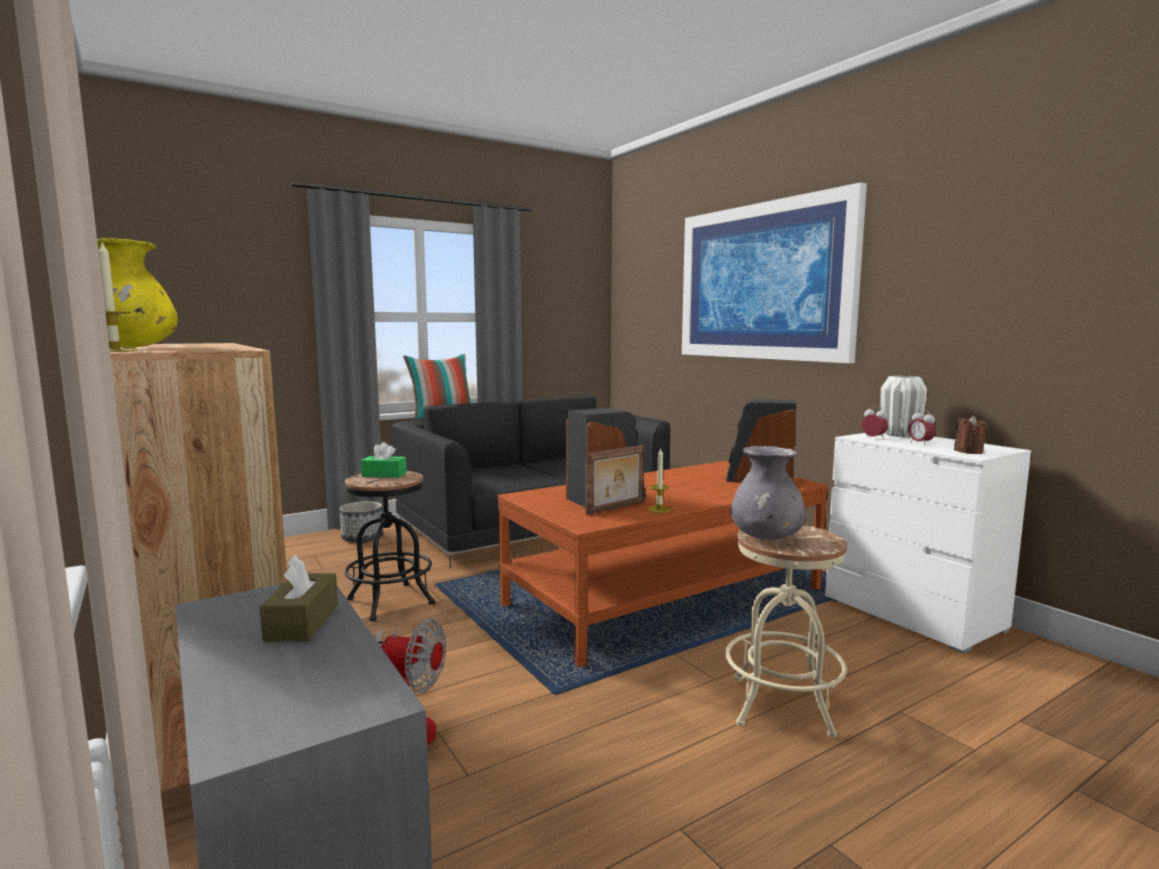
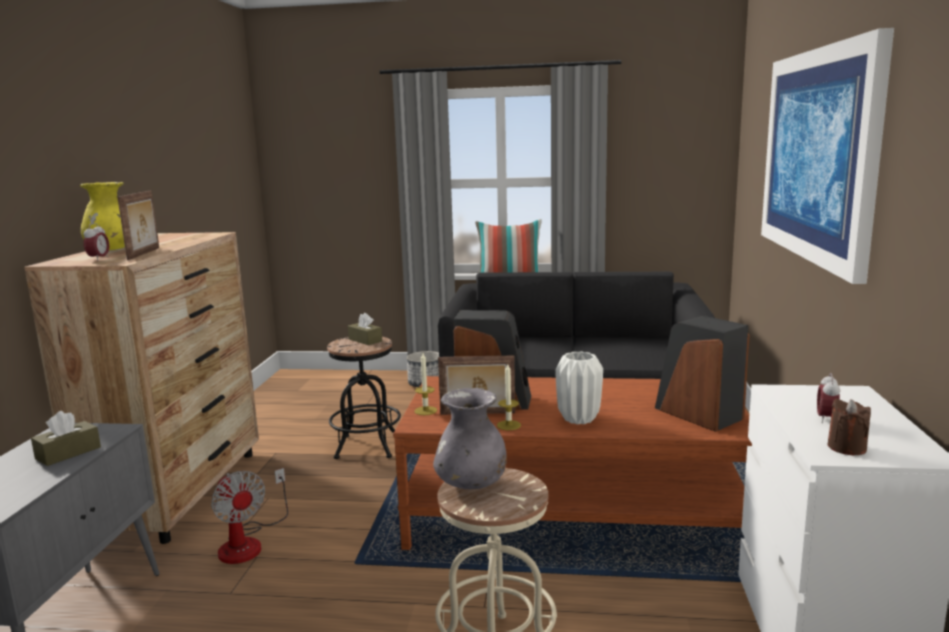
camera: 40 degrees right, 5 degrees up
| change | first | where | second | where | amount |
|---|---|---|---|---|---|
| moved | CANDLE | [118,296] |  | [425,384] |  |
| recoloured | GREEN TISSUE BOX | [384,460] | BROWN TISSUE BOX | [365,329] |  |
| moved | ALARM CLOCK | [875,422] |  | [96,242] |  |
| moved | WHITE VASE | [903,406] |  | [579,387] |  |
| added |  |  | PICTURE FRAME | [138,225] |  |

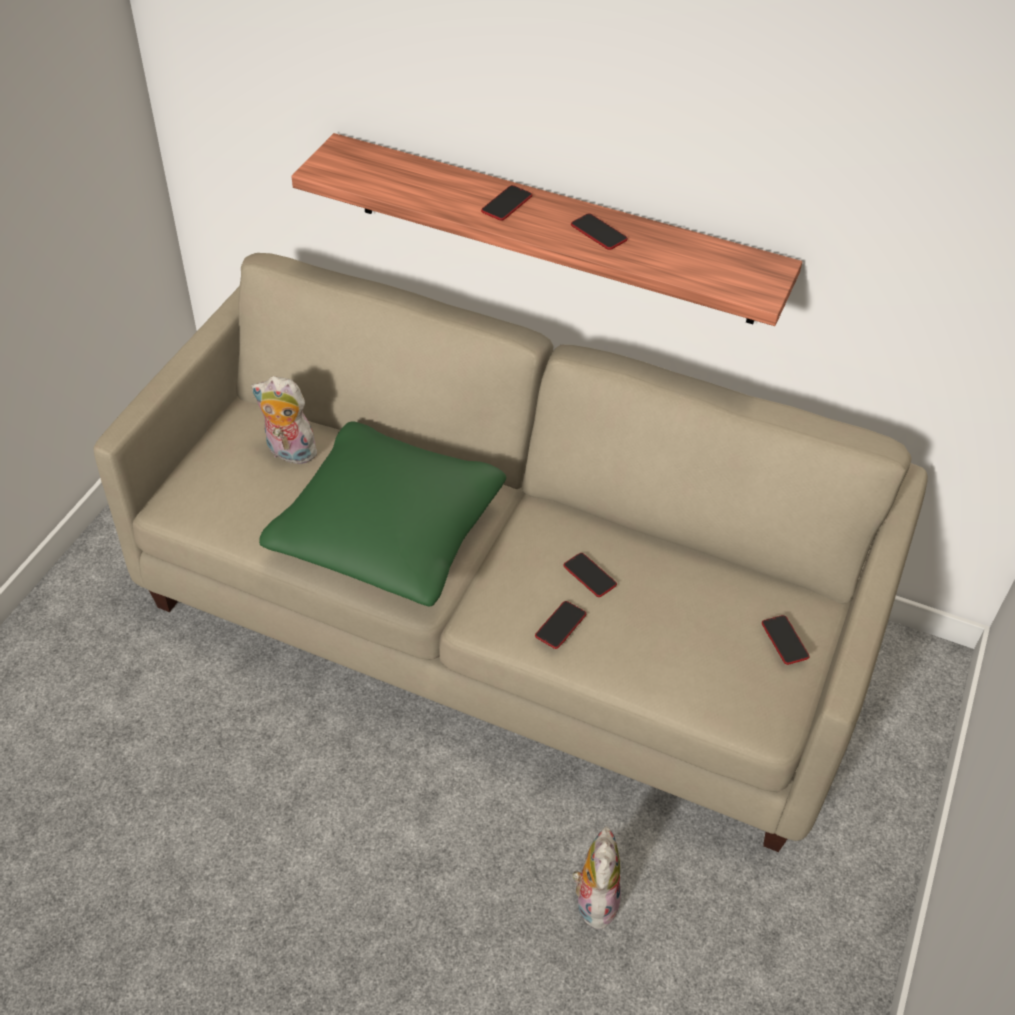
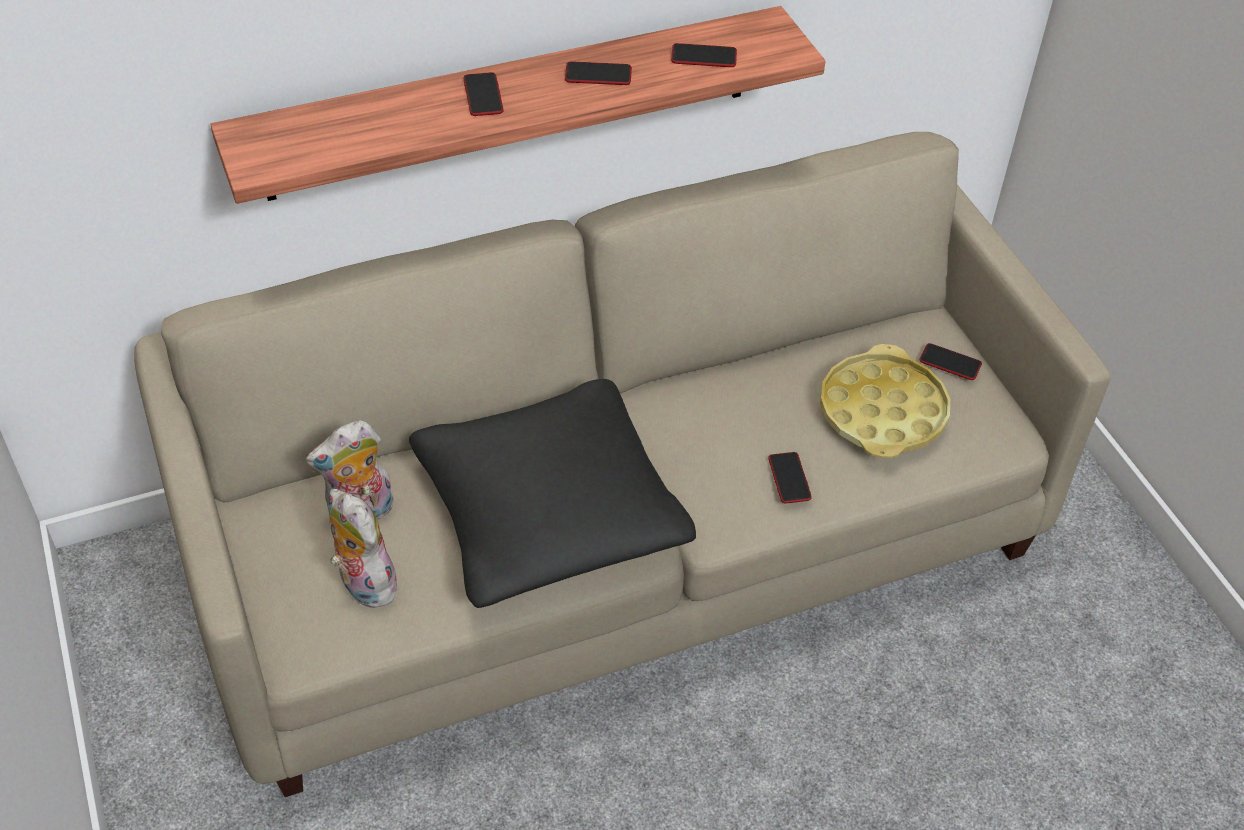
camera: 45 degrees left, 0 degrees up
| change | first | where | second | where | amount |
|---|---|---|---|---|---|
| recoloured | GREEN PILLOW | [382,513] | BLACK PILLOW | [552,493] |  |
| moved | PHONE | [590,575] |  | [704,55] |  |
| moved | PLUSH TOY | [596,877] |  | [365,548] |  |
| added |  |  | YELLOW TRAY | [885,401] |  |

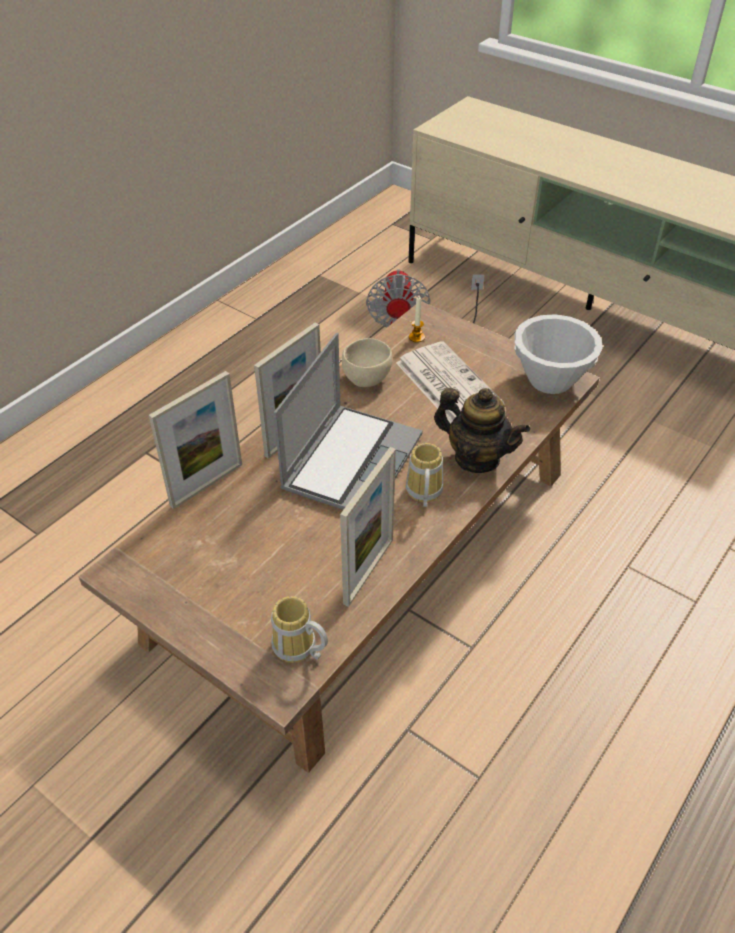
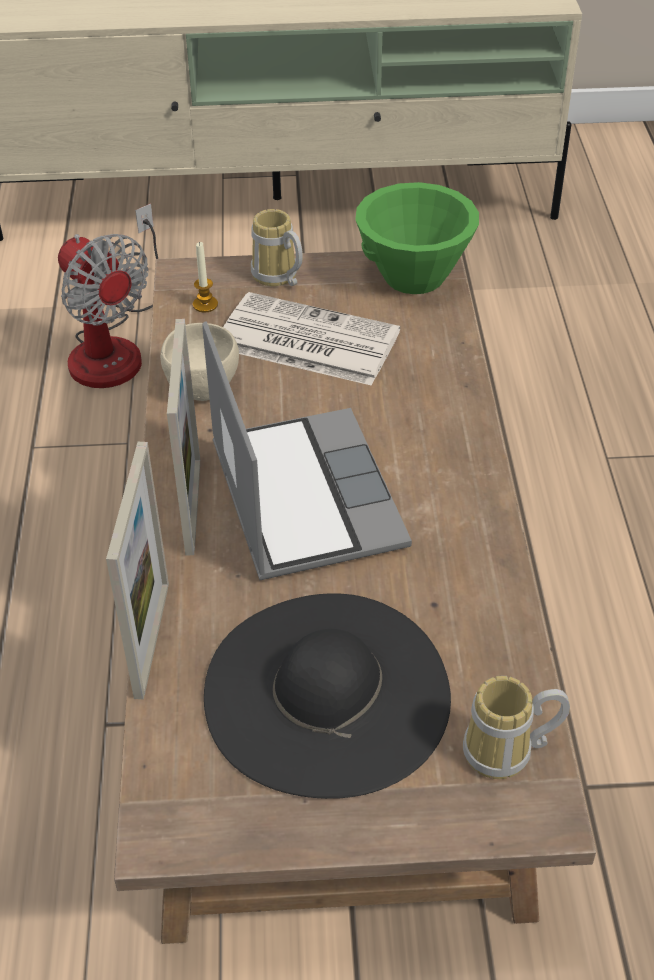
camera: 40 degrees left, 0 degrees up
| change | first | where | second | where | amount |
|---|---|---|---|---|---|
| removed | PICTURE FRAME | [368,527] |  |  |  |
| moved | MUG | [424,475] |  | [277,247] |  |
| removed | TEAPOT | [482,430] |  |  |  |
| recoloured | WHITE BOWL | [558,354] | GREEN BOWL | [417,238] |  |
| added |  |  | BLACK HAT | [327,696] |  |

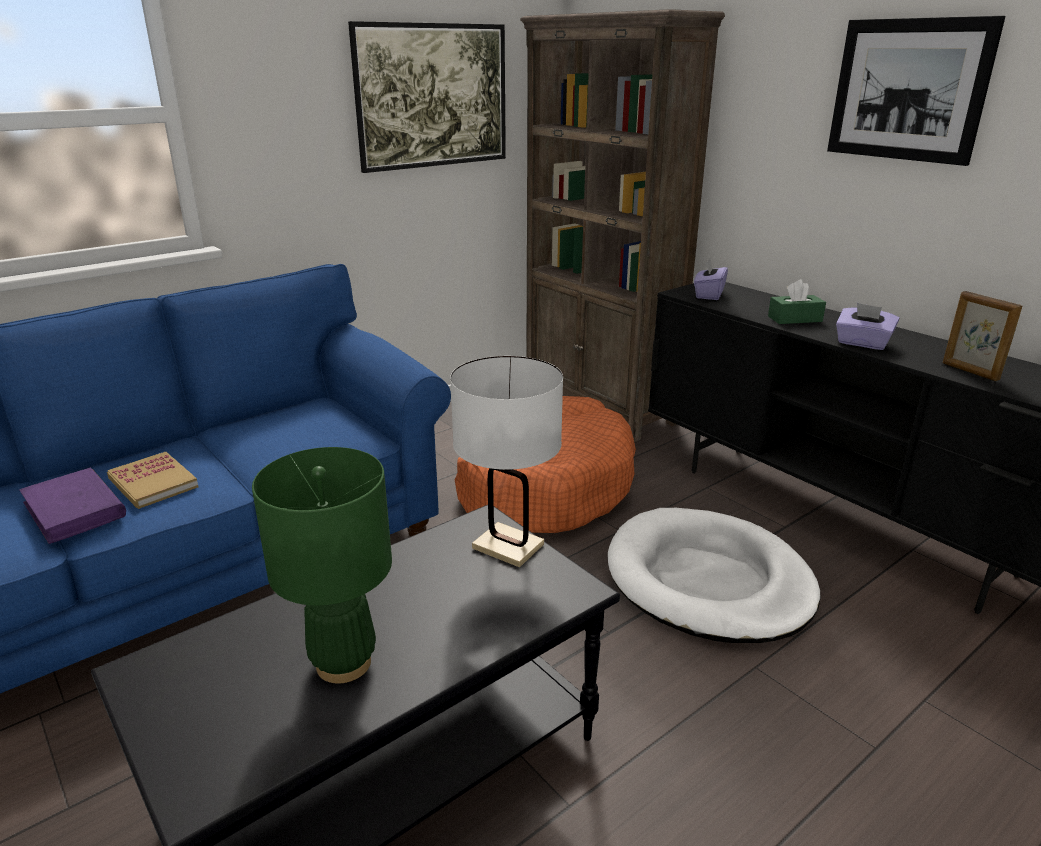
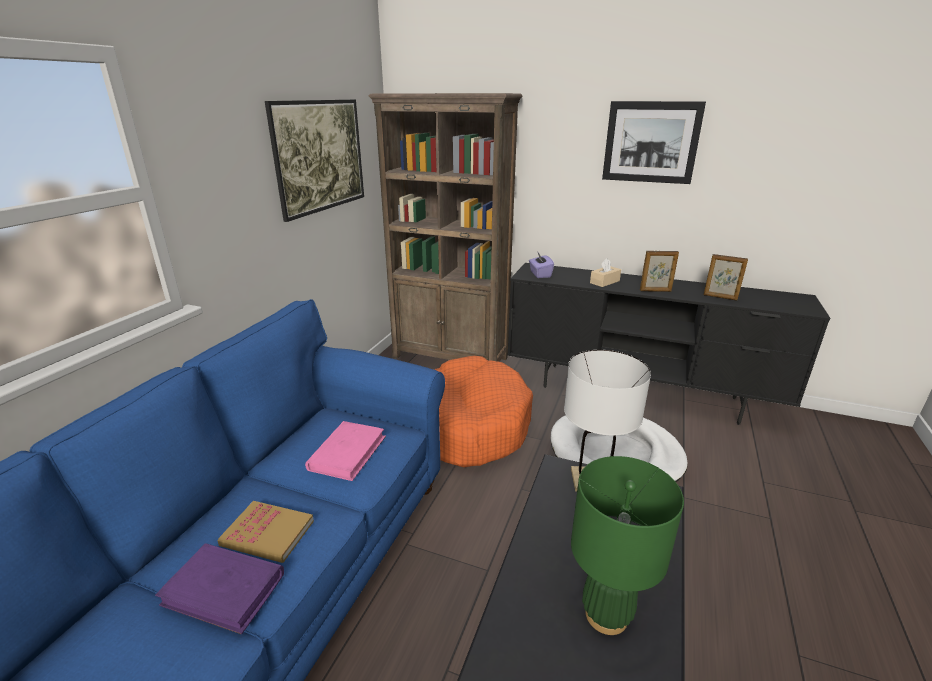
camera: 30 degrees left, 0 degrees up
| change | first | where | second | where | amount |
|---|---|---|---|---|---|
| recoloured | GREEN TISSUE BOX | [797,301] | BEIGE TISSUE BOX | [605,272] |  |
| replaced | PURPLE TISSUE BOX | [867,326] | PICTURE FRAME | [659,271] |  |
| added |  |  | PINK BOOK | [345,451] |  |

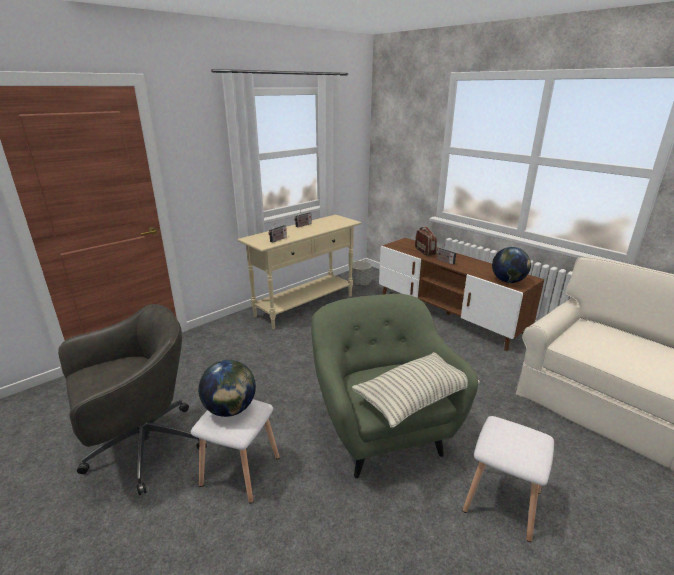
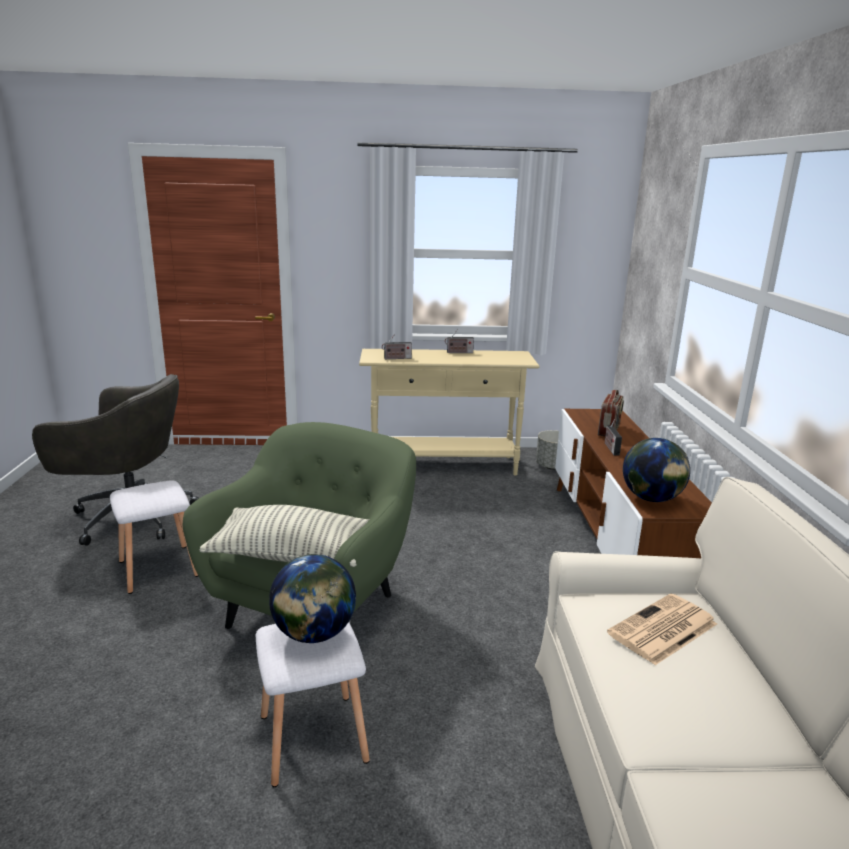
camera: 40 degrees right, 5 degrees down
| change | first | where | second | where | amount |
|---|---|---|---|---|---|
| moved | GLOBE | [227,388] |  | [312,598] |  |
| added |  |  | NEWSPAPER | [662,629] |  |

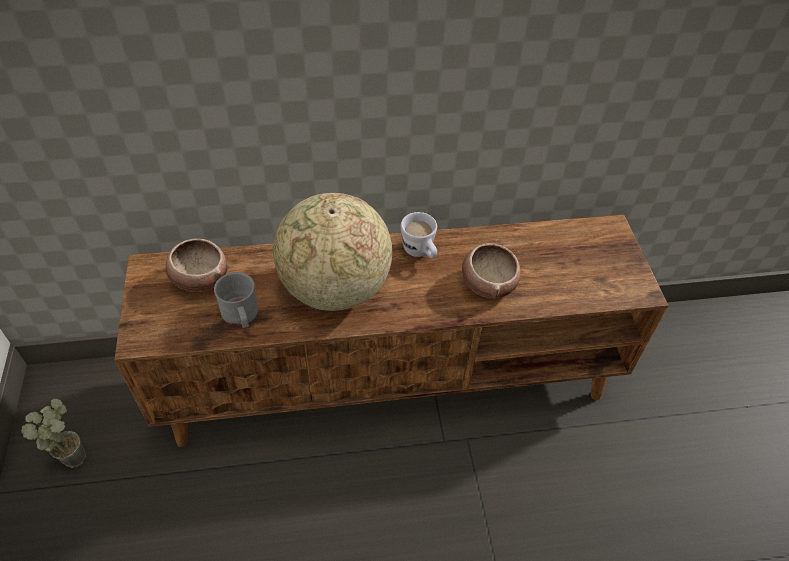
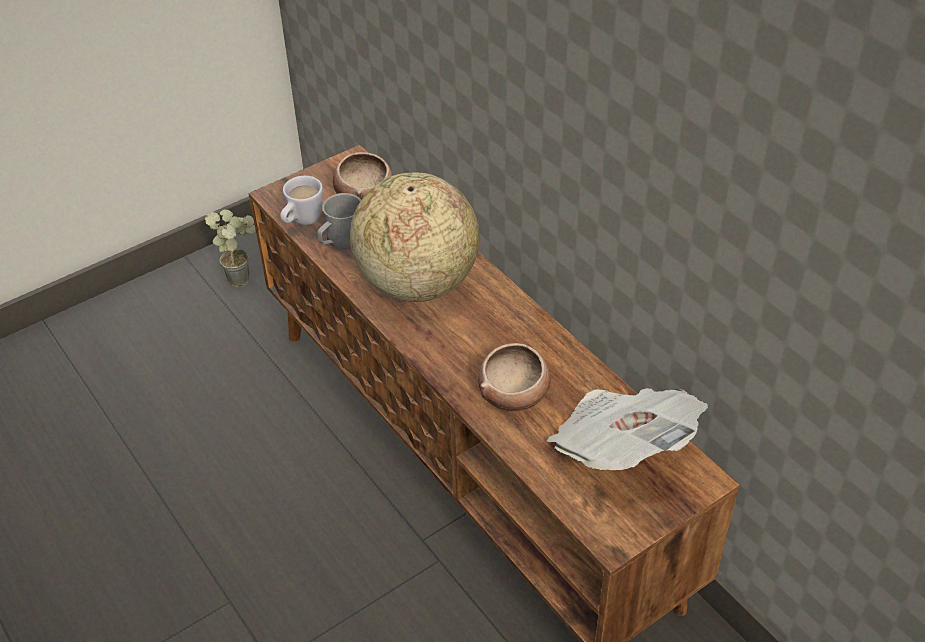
camera: 65 degrees right, 5 degrees down
| change | first | where | second | where | amount |
|---|---|---|---|---|---|
| moved | WHITE MUG | [419,235] |  | [301,200] |  |
| added |  |  | NEWSPAPER | [627,429] |  |

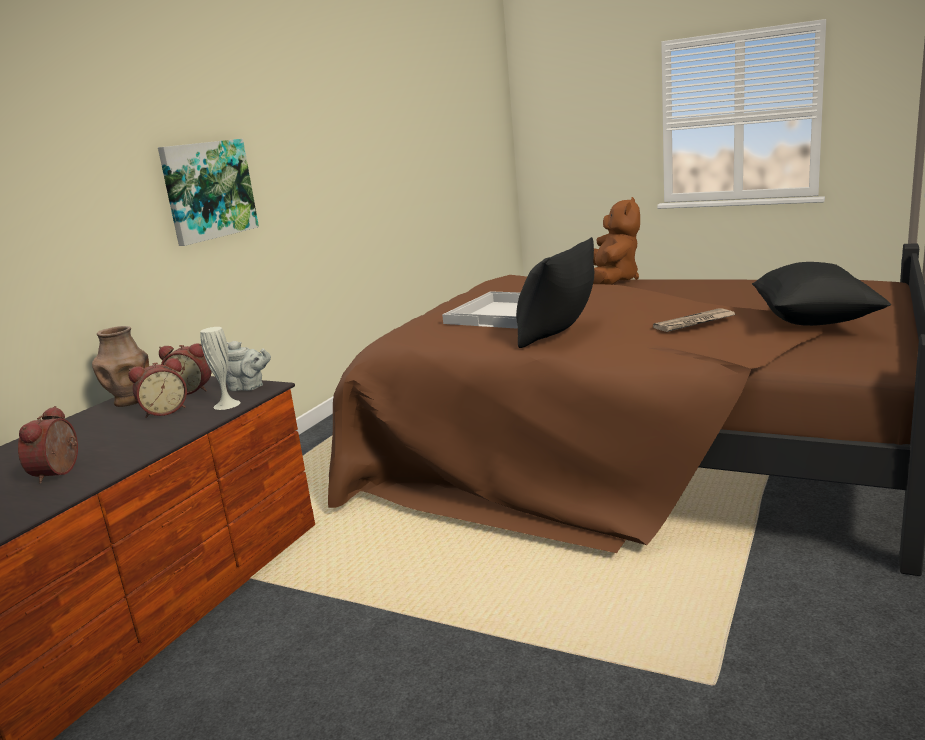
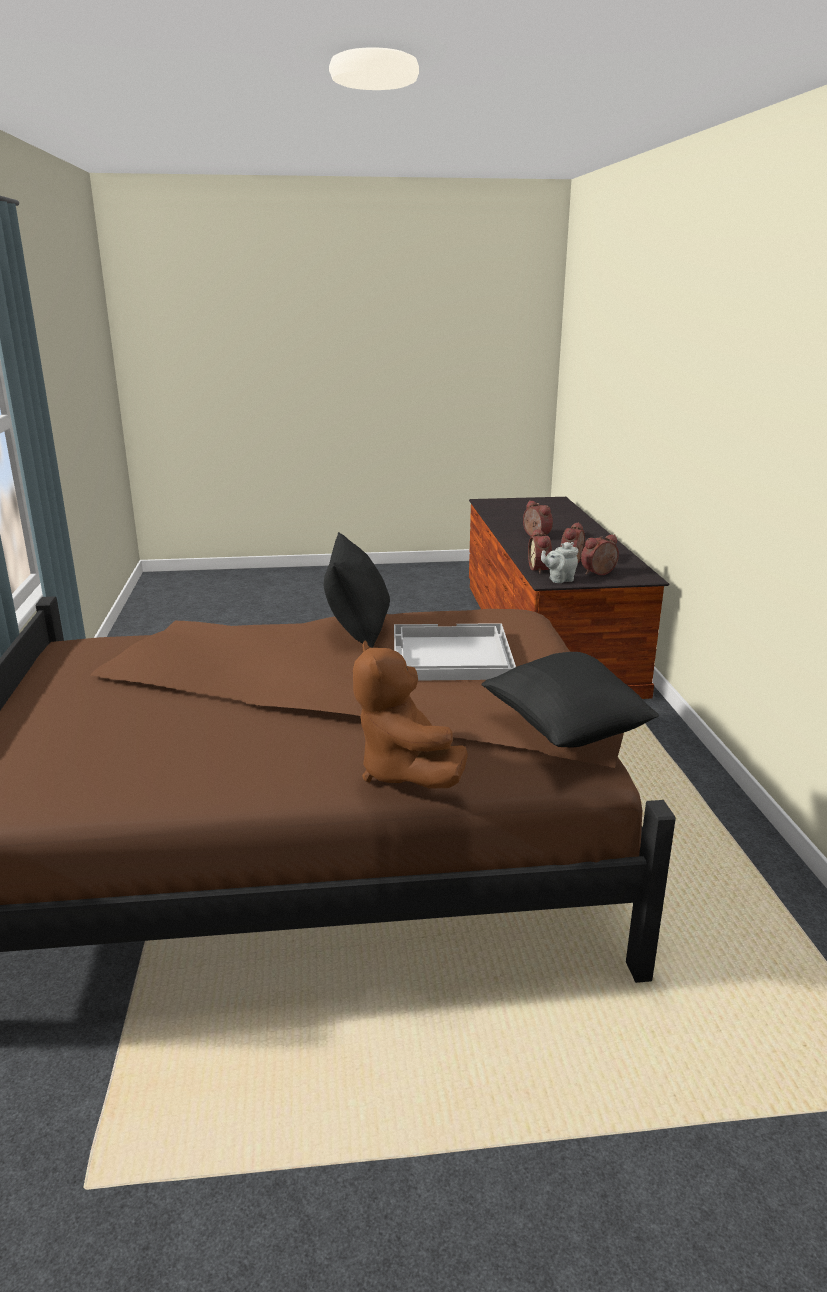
camera: 145 degrees right, 5 degrees up
| change | first | where | second | where | amount |
|---|---|---|---|---|---|
| removed | BROWN VASE | [120,366] |  |  |  |
| removed | PICTURE | [208,192] |  |  |  |
| replaced | WHITE VASE | [220,368] | ALARM CLOCK | [540,551] |  |
| removed | NEWSPAPER | [694,320] |  |  |  |
| moved | BLACK PILLOW | [821,294] |  | [570,700] |  |

